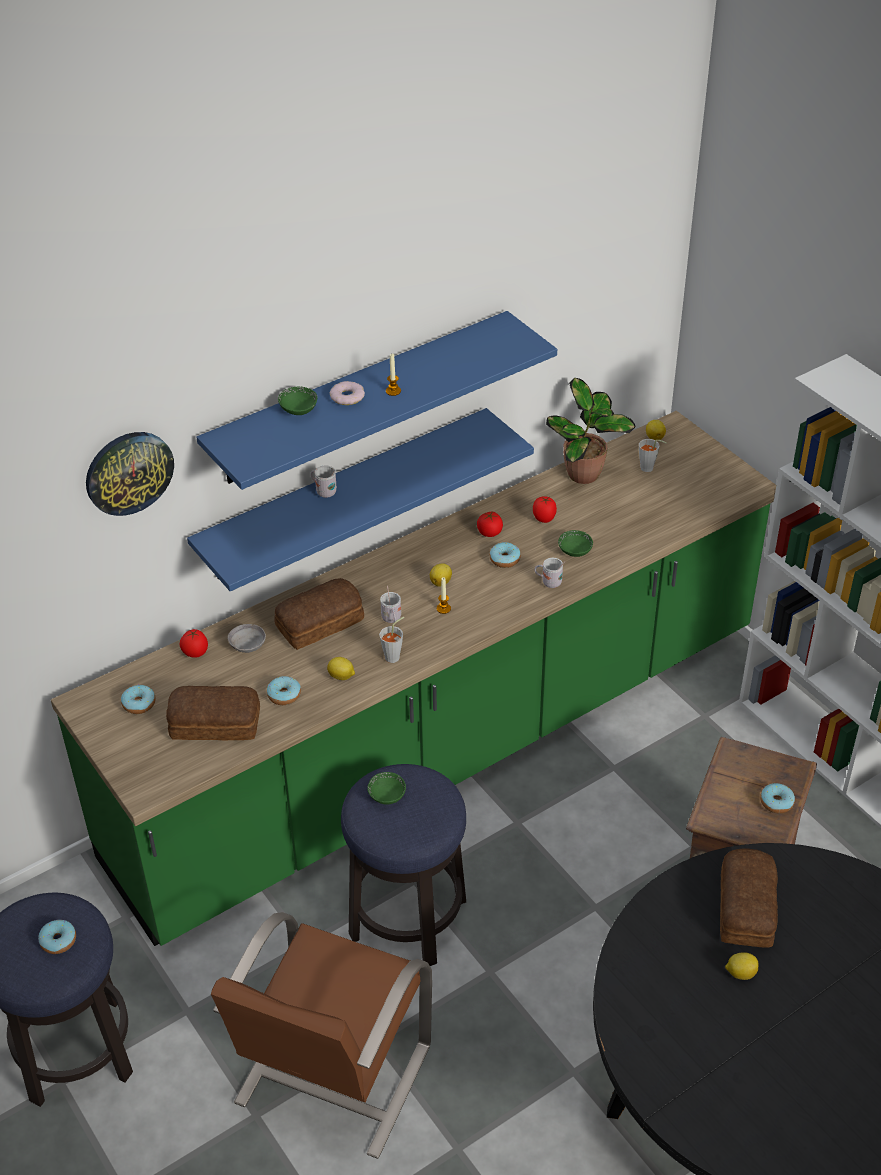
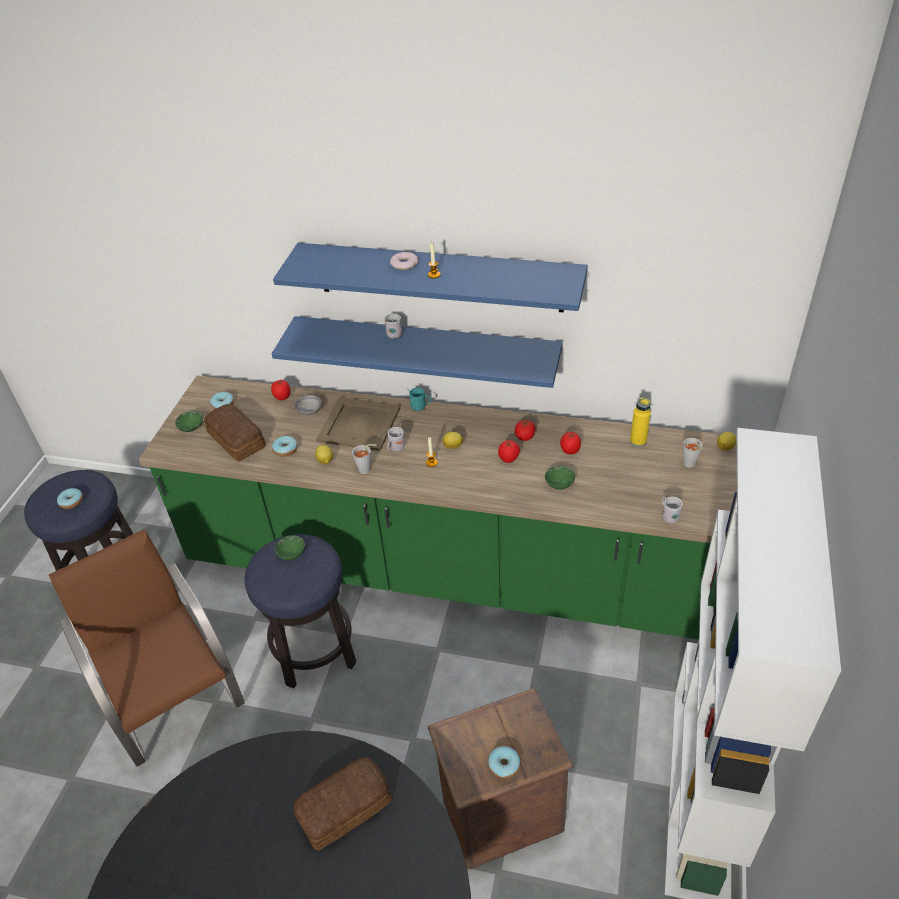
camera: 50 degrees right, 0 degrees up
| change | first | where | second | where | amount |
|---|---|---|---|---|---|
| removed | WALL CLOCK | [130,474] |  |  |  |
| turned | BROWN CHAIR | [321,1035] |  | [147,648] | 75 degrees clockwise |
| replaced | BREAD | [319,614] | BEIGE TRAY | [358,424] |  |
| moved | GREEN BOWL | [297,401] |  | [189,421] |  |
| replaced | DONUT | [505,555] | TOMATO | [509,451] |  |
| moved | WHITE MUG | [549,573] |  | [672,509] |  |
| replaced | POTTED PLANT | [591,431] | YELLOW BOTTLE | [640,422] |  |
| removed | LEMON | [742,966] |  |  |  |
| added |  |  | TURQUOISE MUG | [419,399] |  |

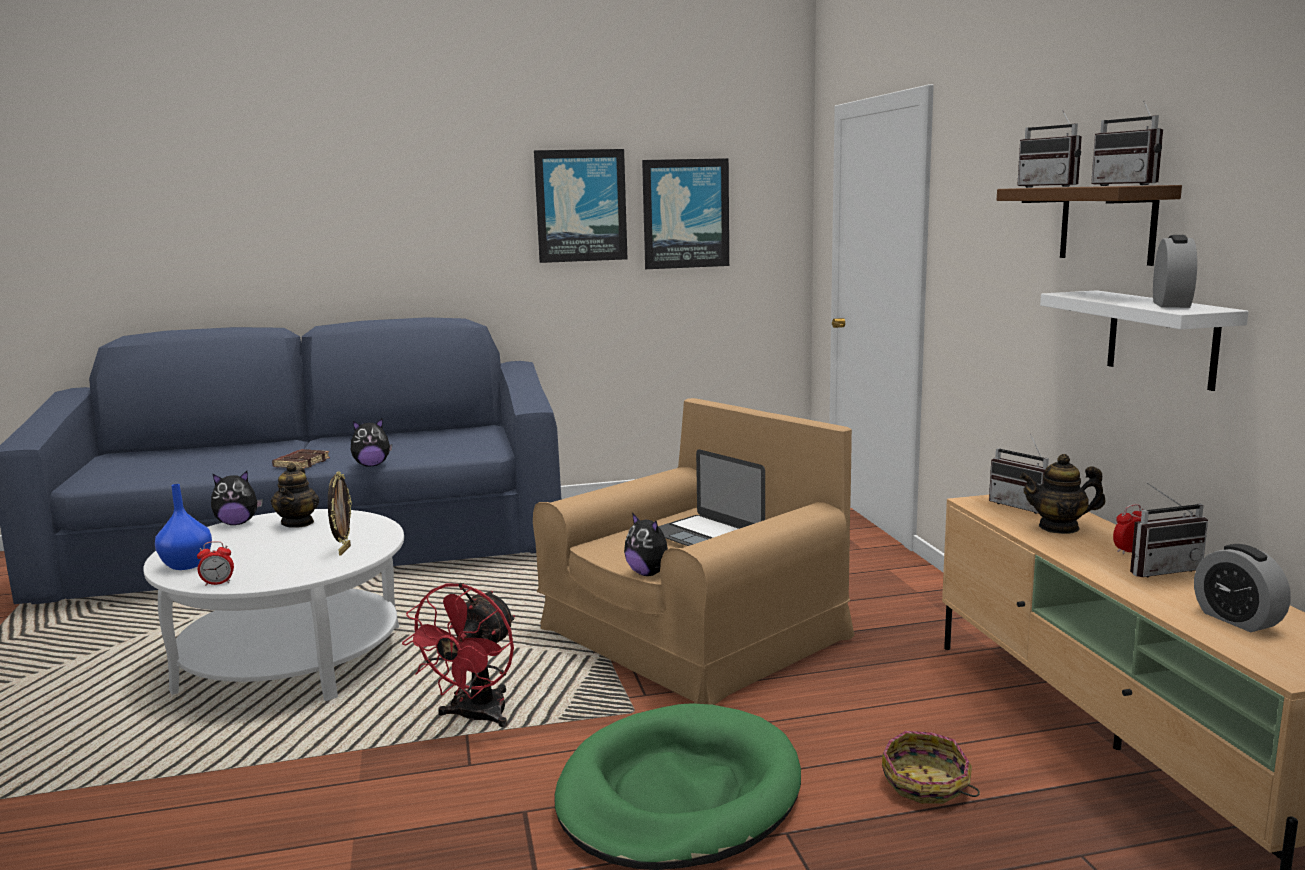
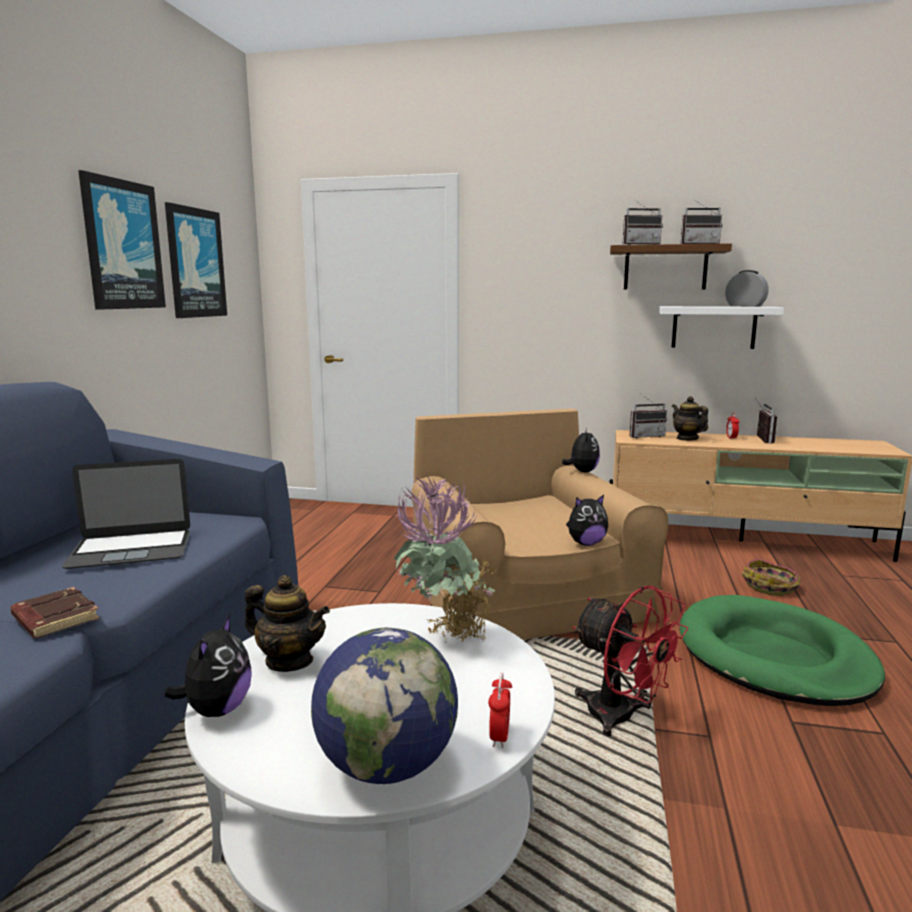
camera: 65 degrees left, 0 degrees up
| change | first | where | second | where | amount |
|---|---|---|---|---|---|
| replaced | BLUE VASE | [183,527] | GLOBE | [384,706] |  |
| replaced | PICTURE FRAME | [340,513] | POTTED PLANT | [446,558] |  |
| moved | PLUSH TOY | [371,442] |  | [581,450] |  |
| moved | LAPTOP | [711,497] |  | [126,514] |  |
| turned | TEAPOT | [1063,494] |  | [690,418] | 120 degrees clockwise |
| removed | ALARM CLOCK | [1242,588] |  |  |  |

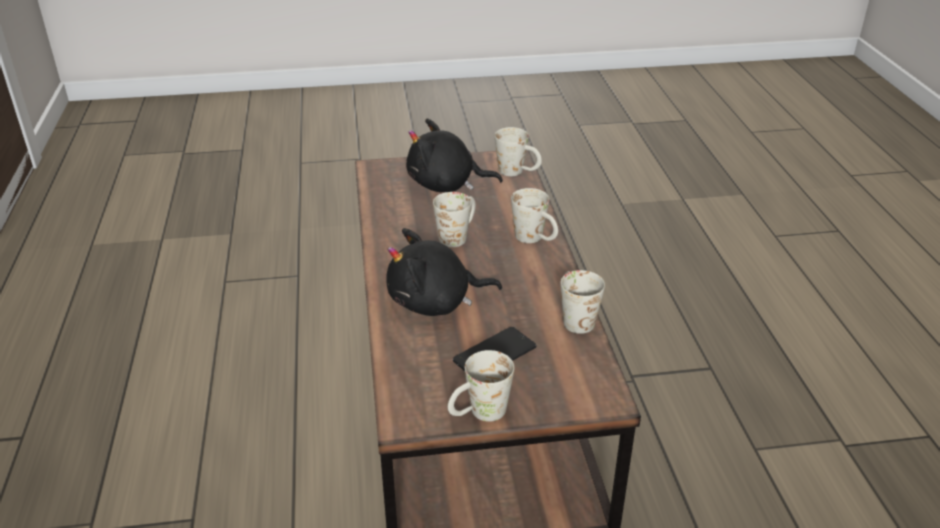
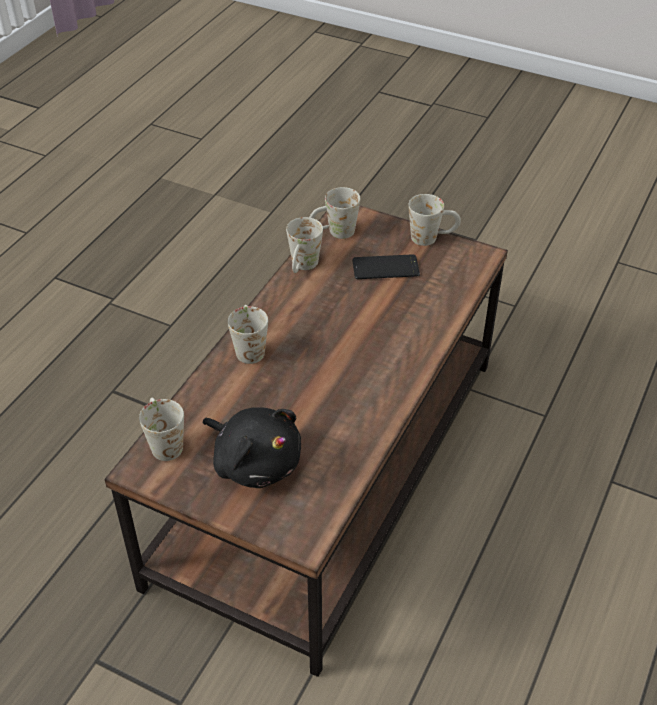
camera: 145 degrees left, 10 degrees up
| change | first | where | second | where | amount |
|---|---|---|---|---|---|
| removed | BLACK PLUSH TOY | [444,272] |  |  |  |
| moved | WHITE MUG | [454,219] |  | [334,213] |  |

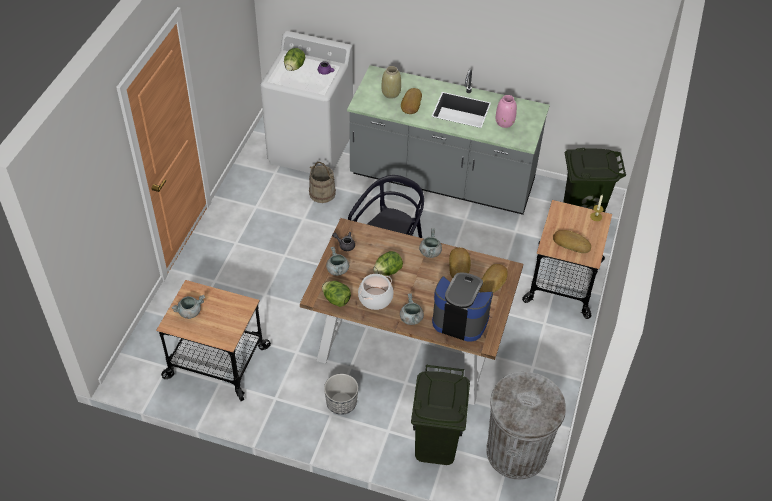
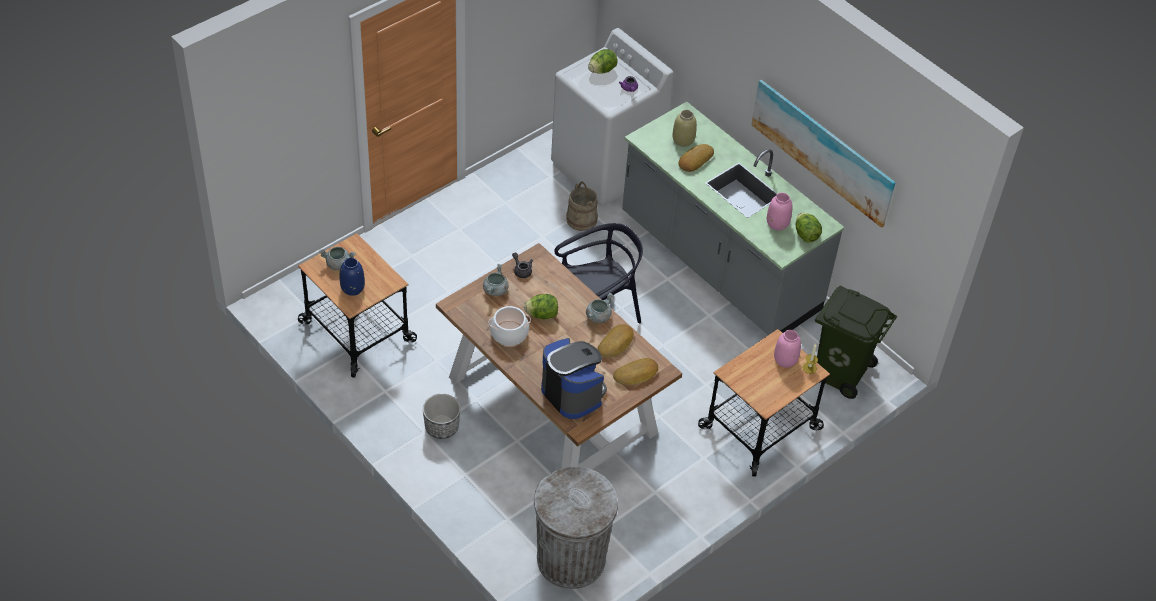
camera: 30 degrees right, 0 degrees up
| change | first | where | second | where | amount |
|---|---|---|---|---|---|
| moved | LETTUCE | [336,294] |  | [809,227] |  |
| removed | GREY COOKING POT | [412,309] |  |  |  |
| removed | GREEN TRASH CAN | [440,415] |  |  |  |
| removed | BREAD | [572,241] |  |  |  |
| added |  |  | BLUE VASE | [352,277] |  |
| added |  |  | PICTURE | [824,154] |  |
| added |  |  | PINK VASE | [787,349] |  |

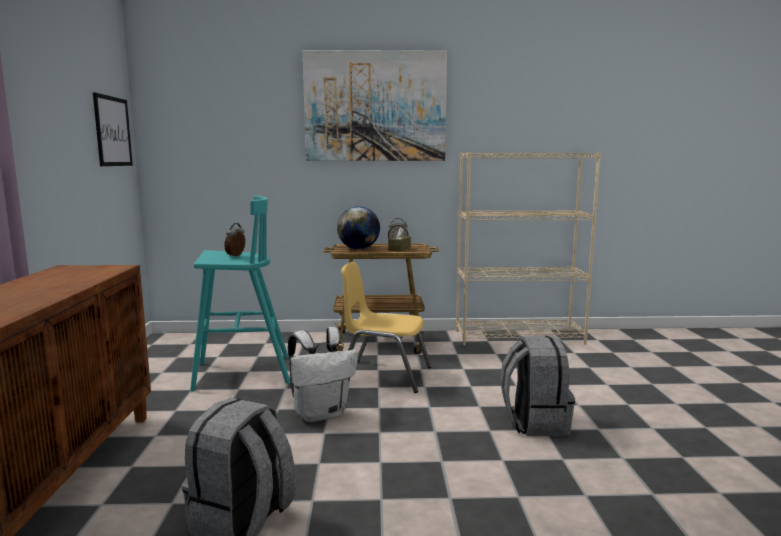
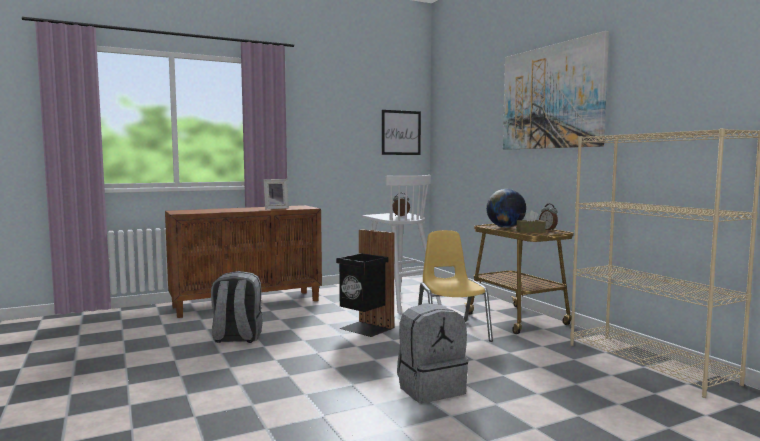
camera: 65 degrees right, 5 degrees down
| change | first | where | second | where | amount |
|---|---|---|---|---|---|
| recoloured | TURQUOISE STOOL | [240,293] | WHITE STOOL | [401,244] |  |
| replaced | WHITE BACKPACK | [323,374] | BLACK TRASH CAN | [365,283] |  |
| added |  |  | PICTURE FRAME | [276,194] |  |

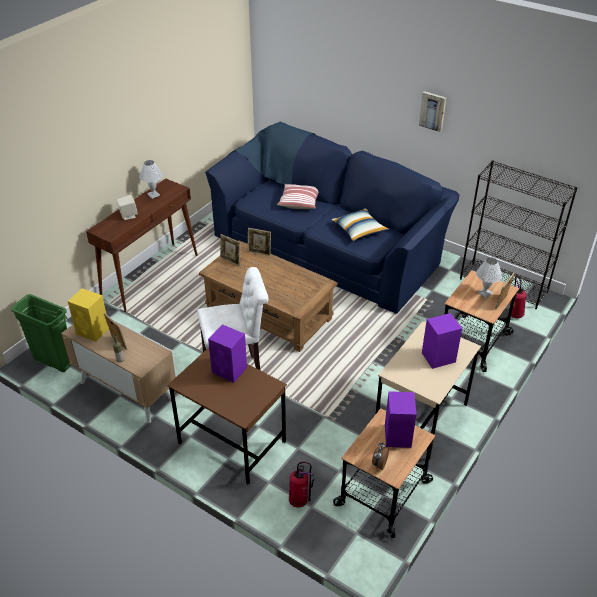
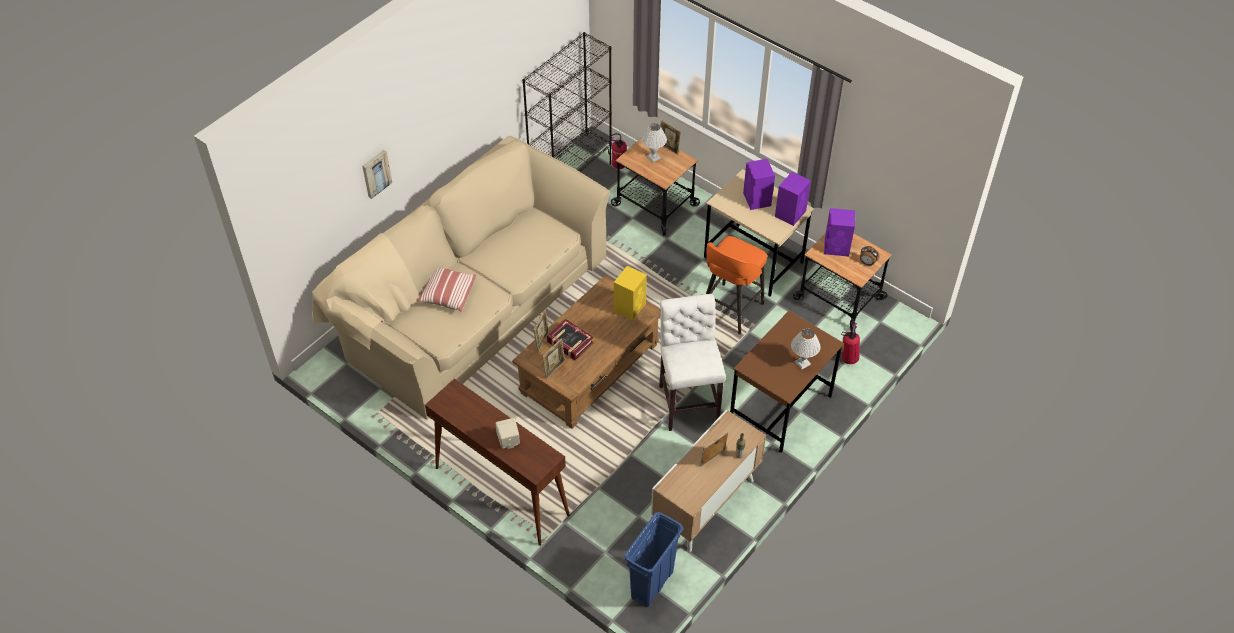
camera: 85 degrees left, 10 degrees up
| change | first | where | second | where | amount |
|---|---|---|---|---|---|
| recoloured | GREEN TRASH CAN | [41,333] | BLUE TRASH CAN | [653,559] |  |
| moved | YELLOW SPEAKER | [88,315] |  | [630,293] |  |
| moved | WHITE TABLE LAMP | [151,179] |  | [806,349] |  |
| recoloured | BLUE SOFA | [332,217] | BEIGE SOFA | [461,278] |  |
| moved | PURPLE SPEAKER | [227,353] |  | [793,199] |  |
| removed | PILLOW | [360,225] |  |  |  |
| moved | PICTURE | [432,111] |  | [377,174] |  |
| added |  |  | BOOK | [570,339] |  |
| added |  |  | ORANGE STOOL | [736,285] |  |

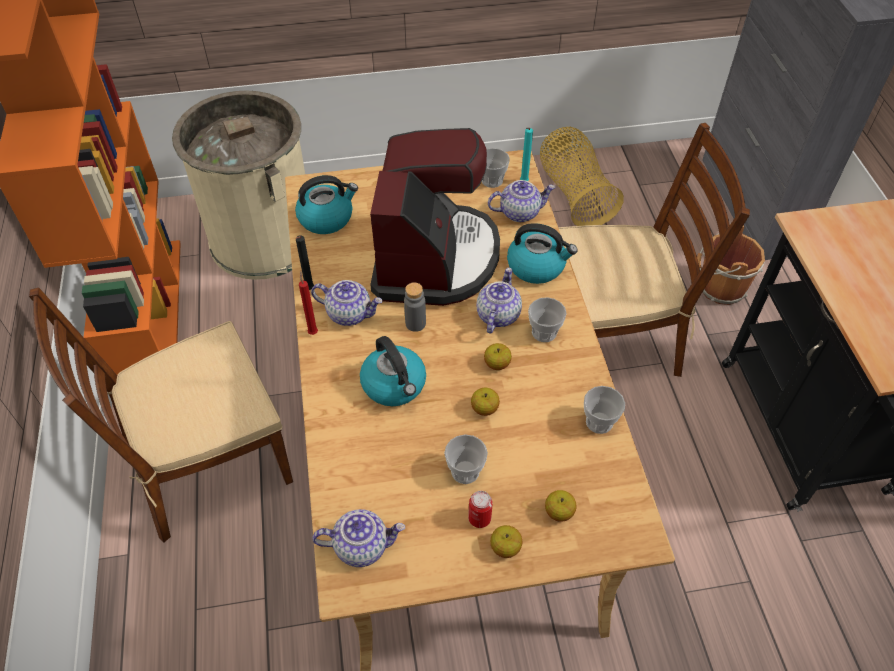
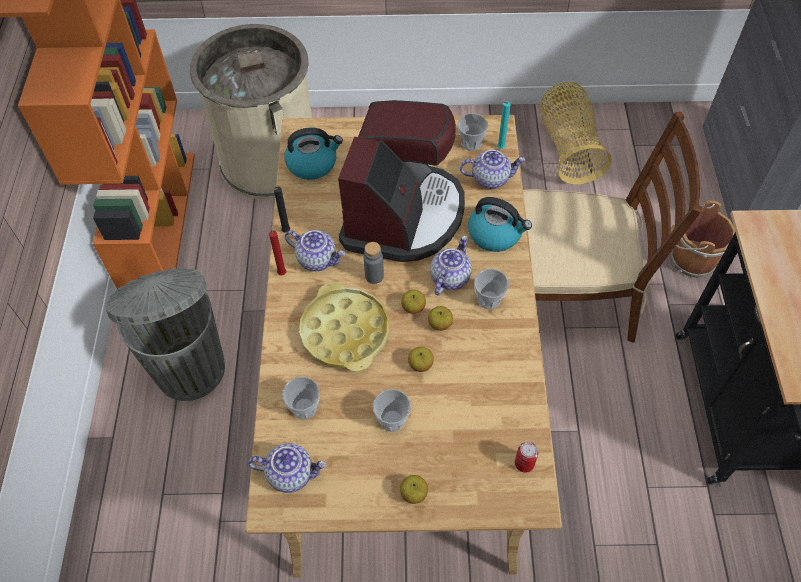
camera: 10 degrees right, 5 degrees up
| change | first | where | second | where | amount |
|---|---|---|---|---|---|
| replaced | BROWN CHAIR | [161,415] | GREY TRASH CAN | [165,334] |  |
| replaced | KETTLE | [393,371] | YELLOW TRAY | [344,327] |  |
| moved | CAN | [480,509] |  | [527,457] |  |
| moved | APPLE | [560,506] |  | [413,302] |  |
| moved | CUP | [604,410] |  | [301,398] |  |

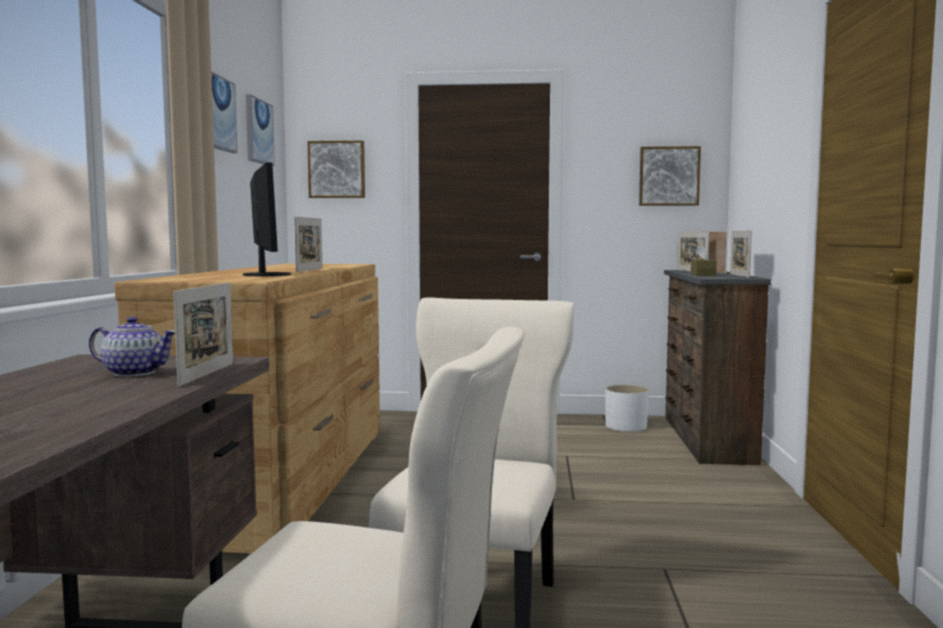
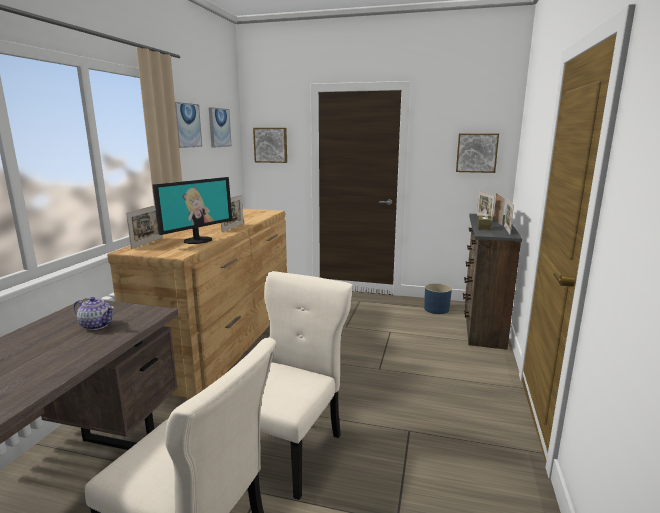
camera: 10 degrees right, 10 degrees up
| change | first | where | second | where | amount |
|---|---|---|---|---|---|
| moved | PICTURE FRAME | [203,335] |  | [144,227] |  |
| turned | MONITOR | [267,219] |  | [192,210] | 45 degrees clockwise |
| recoloured | WHITE PLANTER | [627,408] | BLUE PLANTER | [438,298] |  |

